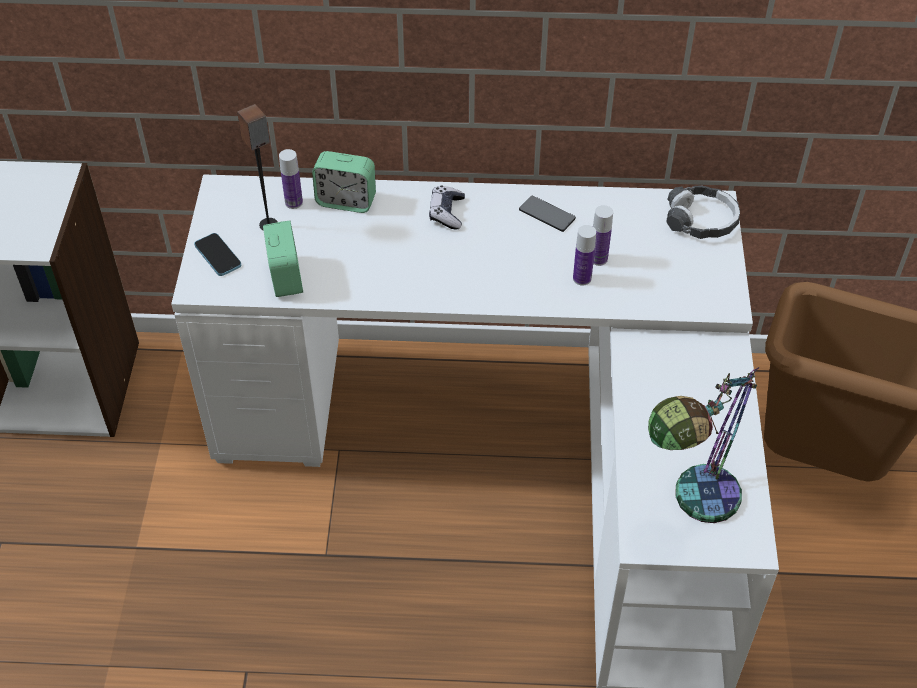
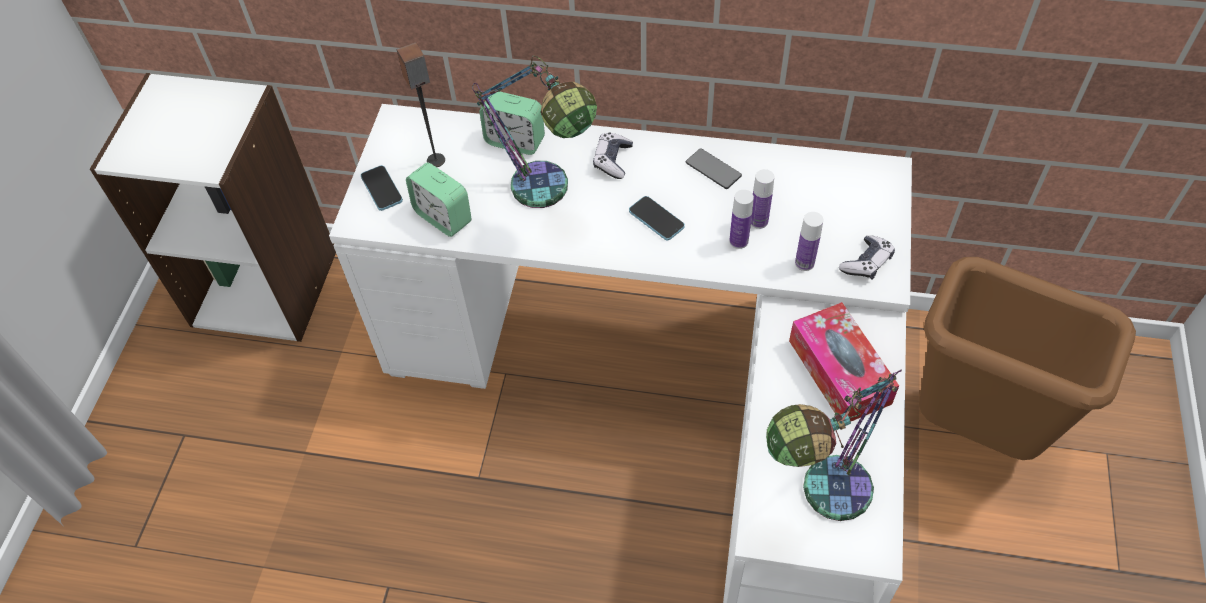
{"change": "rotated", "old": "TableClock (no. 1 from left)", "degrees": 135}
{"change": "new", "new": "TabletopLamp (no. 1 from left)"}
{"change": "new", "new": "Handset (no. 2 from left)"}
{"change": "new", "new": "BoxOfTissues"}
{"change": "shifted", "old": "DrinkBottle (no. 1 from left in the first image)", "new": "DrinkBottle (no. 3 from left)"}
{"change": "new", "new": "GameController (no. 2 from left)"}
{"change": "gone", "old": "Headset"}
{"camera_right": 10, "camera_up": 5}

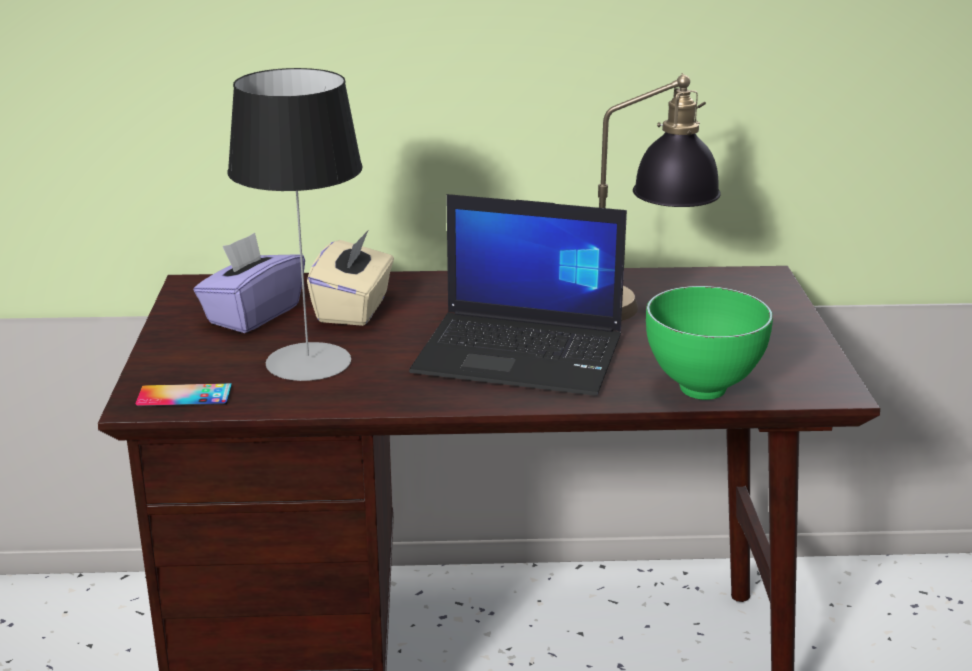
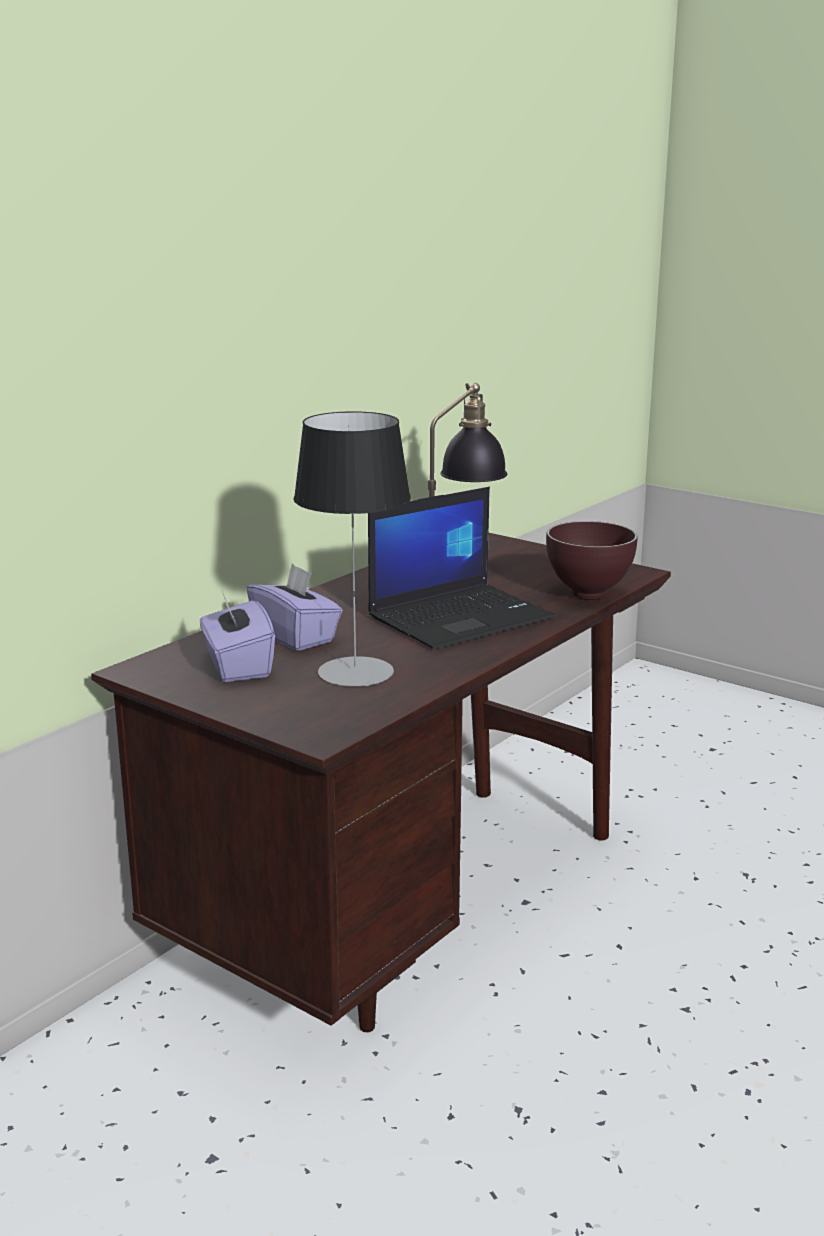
{"change": "repainted", "old": "SandColouredBoxOfTissues", "new": "PurpleBoxOfTissues (no. 2 from left)"}
{"change": "repainted", "old": "GreenColouredDeepDish", "new": "BrownColouredDeepDish"}
{"change": "gone", "old": "Handset"}
{"camera_right": -50, "camera_up": -5}

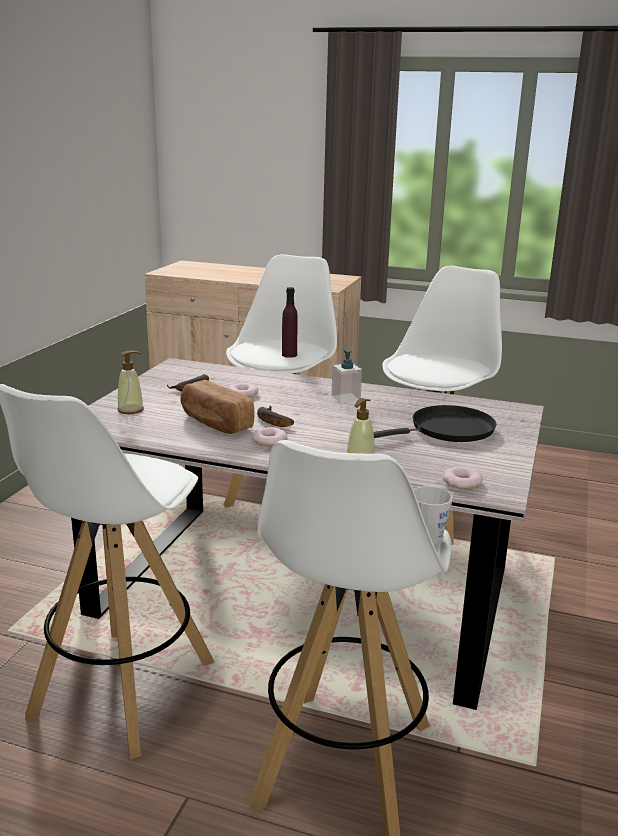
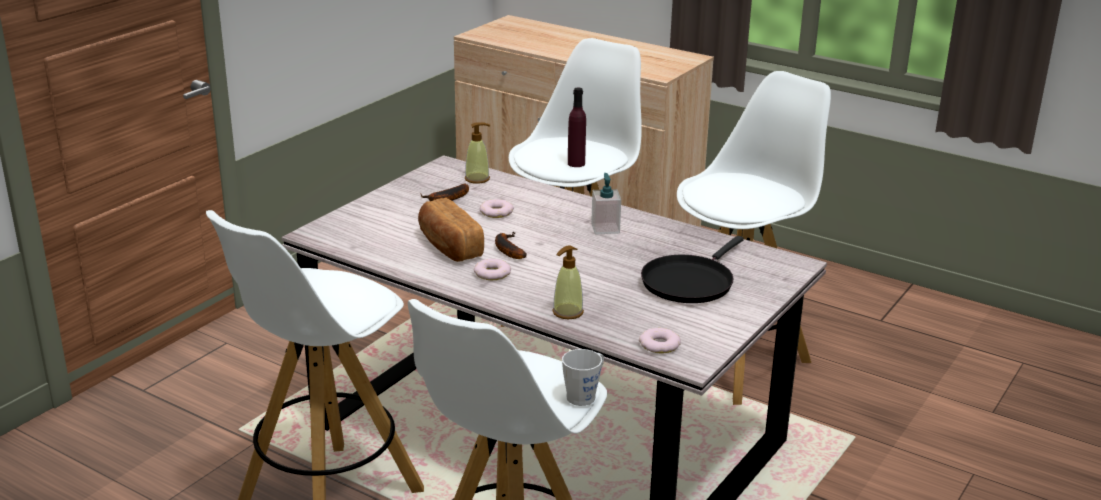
{"change": "shifted", "old": "SoapDispenser (no. 1 from left)"}
{"change": "rotated", "old": "BlackFryingPan", "degrees": 135}
{"camera_right": 15, "camera_up": 5}

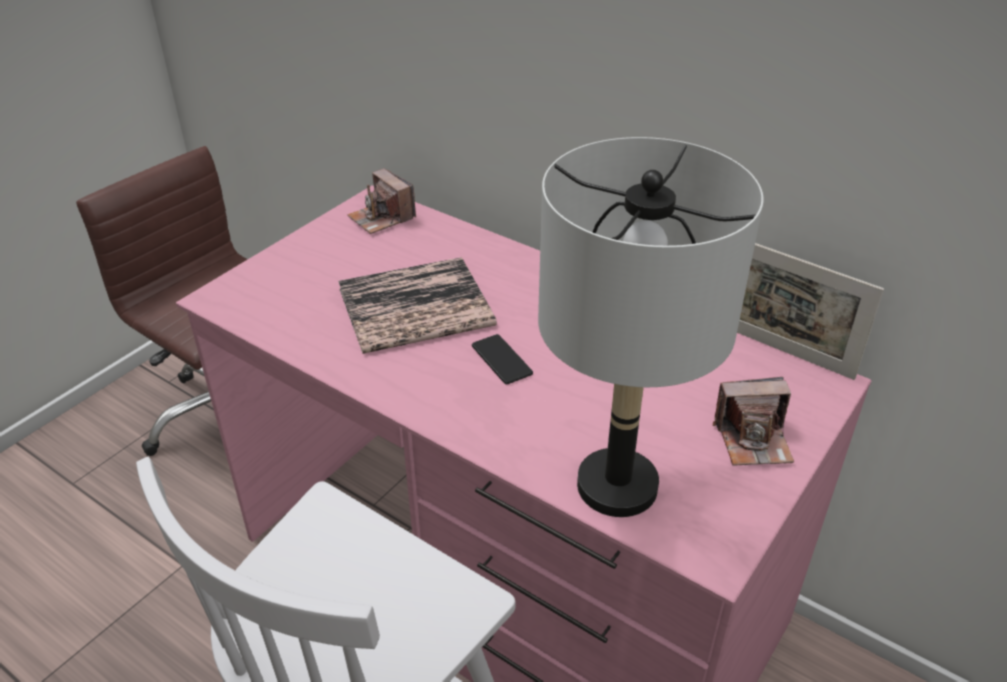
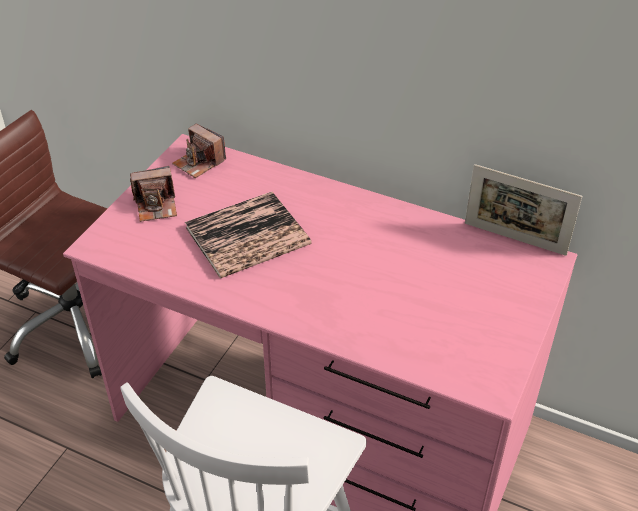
{"change": "shifted", "old": "StillCamera (no. 2 from left in the first image)", "new": "StillCamera (no. 1 from left)"}
{"change": "gone", "old": "Handset"}
{"change": "gone", "old": "GreyTabletopLamp"}
{"camera_right": -10, "camera_up": 5}

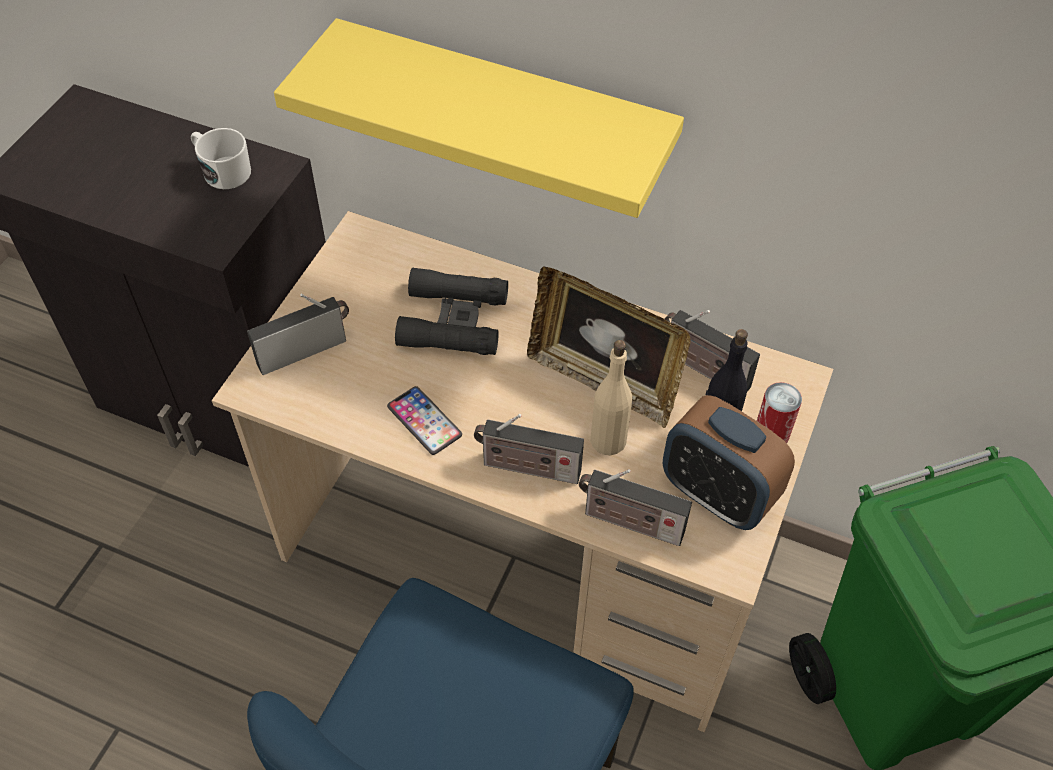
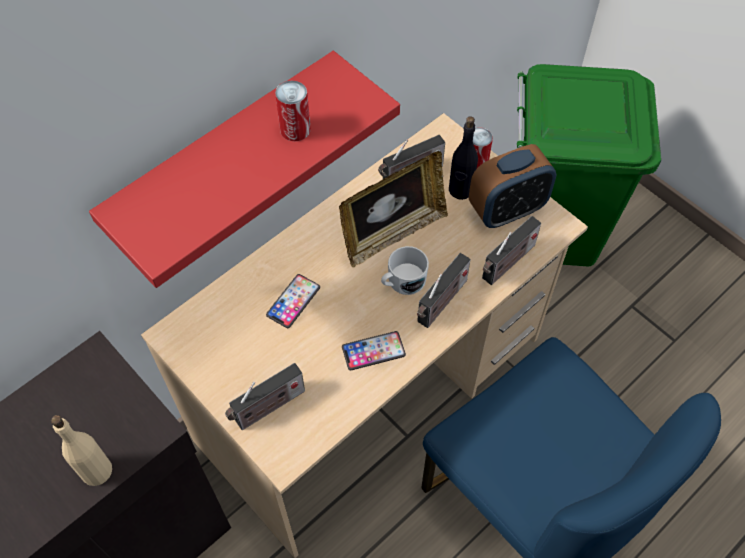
{"change": "shifted", "old": "SandColouredDrinkBottle"}
{"change": "repainted", "old": "YellowWallShelf", "new": "ReddishWallShelf"}
{"change": "rotated", "old": "RadioSet (no. 1 from left)", "degrees": -120}
{"change": "swapped", "old": "BlackPairOfBinoculars", "new": "Handset (no. 1 from left)"}
{"change": "new", "new": "Can (no. 1 from left)"}
{"change": "shifted", "old": "WhiteCoffeeMug"}
{"camera_right": -65, "camera_up": 5}

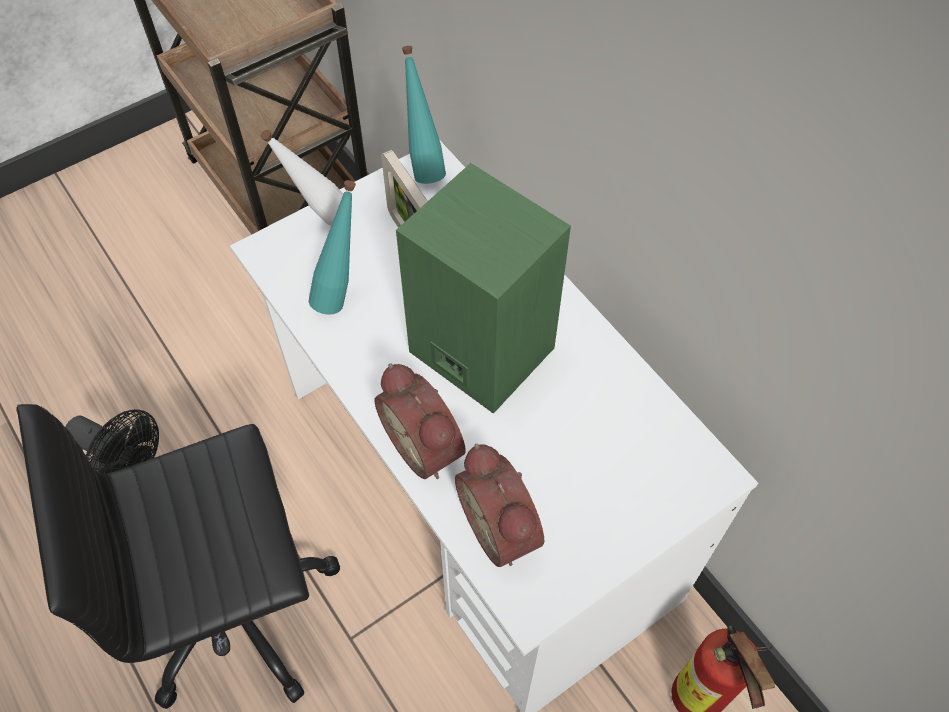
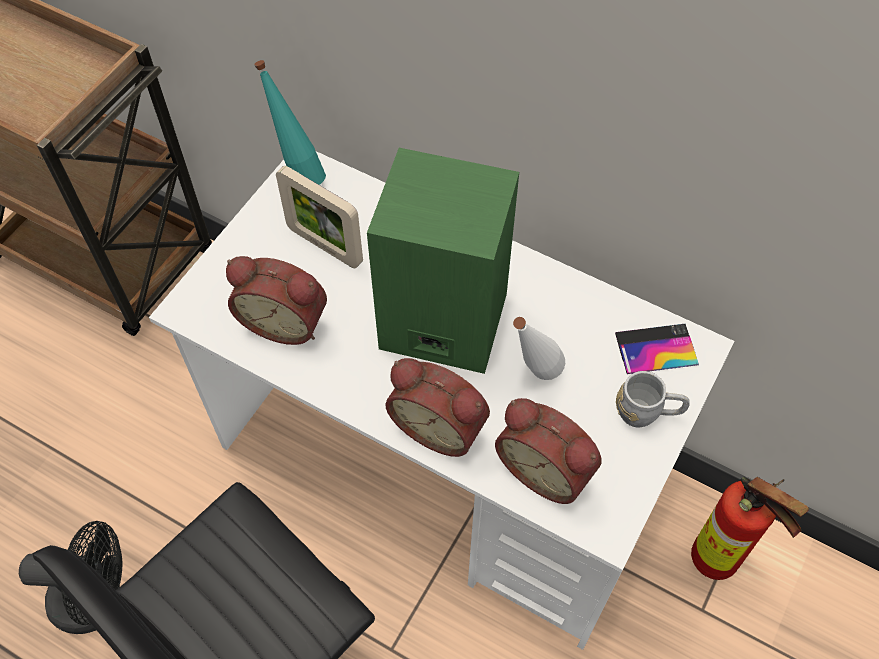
{"change": "swapped", "old": "TurquoiseDrinkBottle (no. 1 from left)", "new": "TableClock (no. 1 from left)"}
{"change": "shifted", "old": "WhiteDrinkBottle"}
{"change": "new", "new": "Handset"}
{"change": "new", "new": "GreyCoffeeMug"}
{"camera_right": -25, "camera_up": 0}

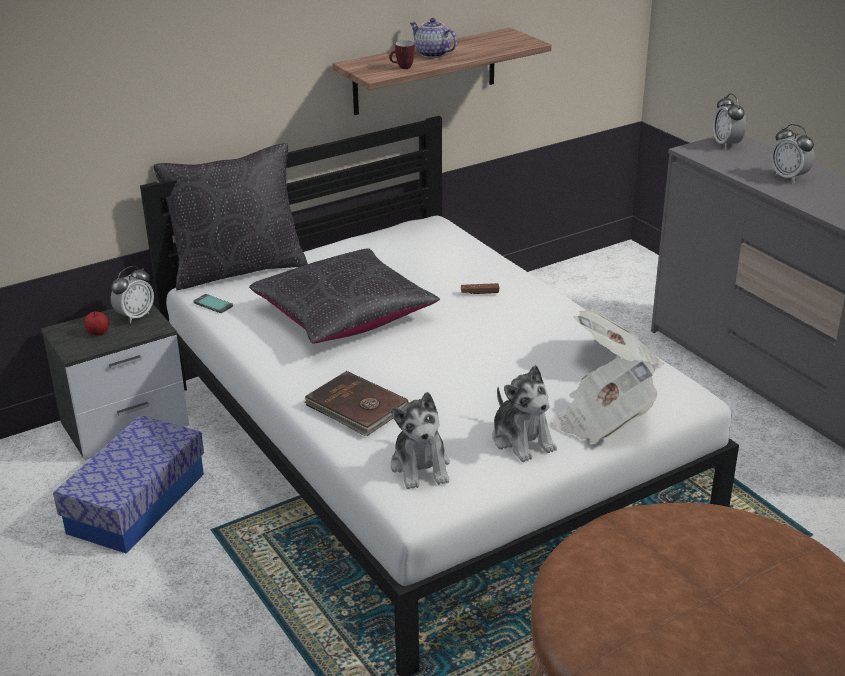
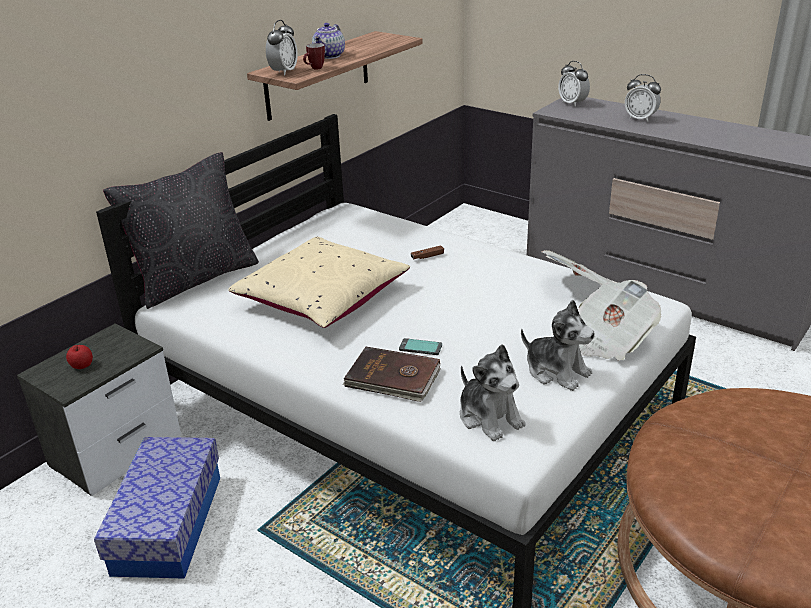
{"change": "repainted", "old": "BlackThrowPillow (no. 2 from left)", "new": "SandColouredThrowPillow"}
{"change": "shifted", "old": "TableClock (no. 1 from left)"}
{"change": "rotated", "old": "Teapot", "degrees": -90}
{"change": "shifted", "old": "Handset"}
{"camera_right": -20, "camera_up": 0}

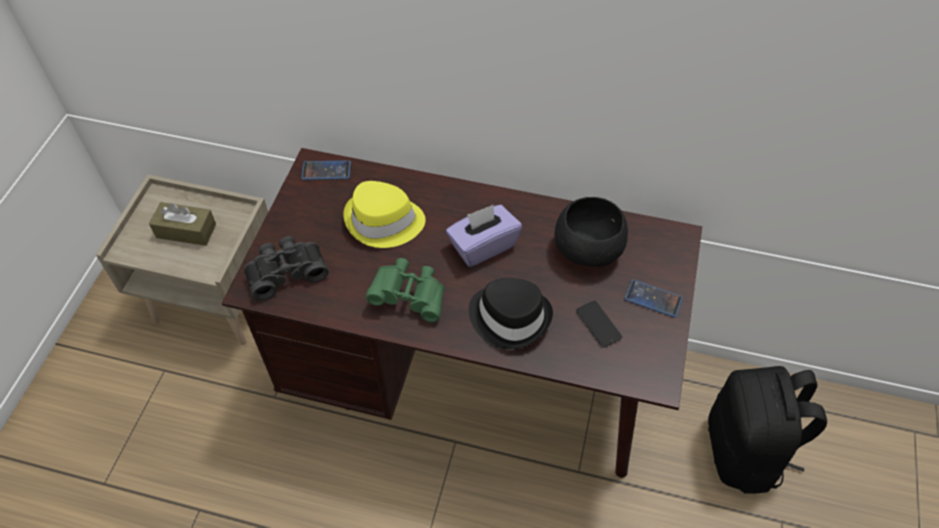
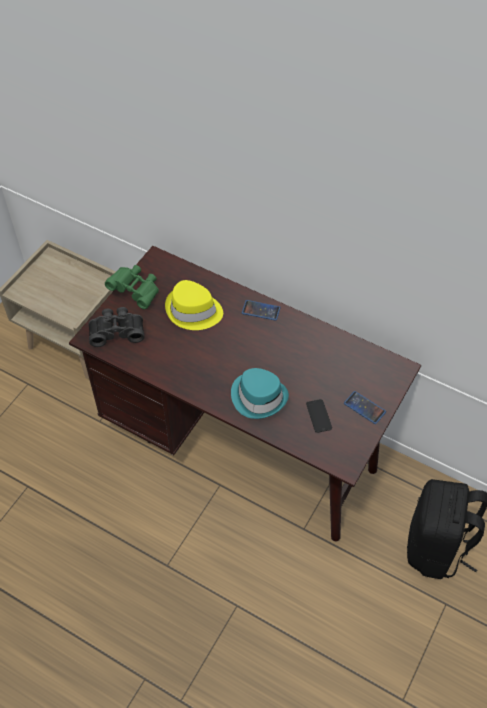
{"change": "shifted", "old": "GreenColouredPairOfBinoculars"}
{"change": "repainted", "old": "BlackHat", "new": "TurquoiseHat"}
{"change": "shifted", "old": "Handset (no. 1 from left)"}
{"change": "gone", "old": "BrownColouredBoxOfTissues"}
{"change": "gone", "old": "PurpleBoxOfTissues"}
{"change": "gone", "old": "BlackDeepDish"}
{"camera_right": 15, "camera_up": 0}

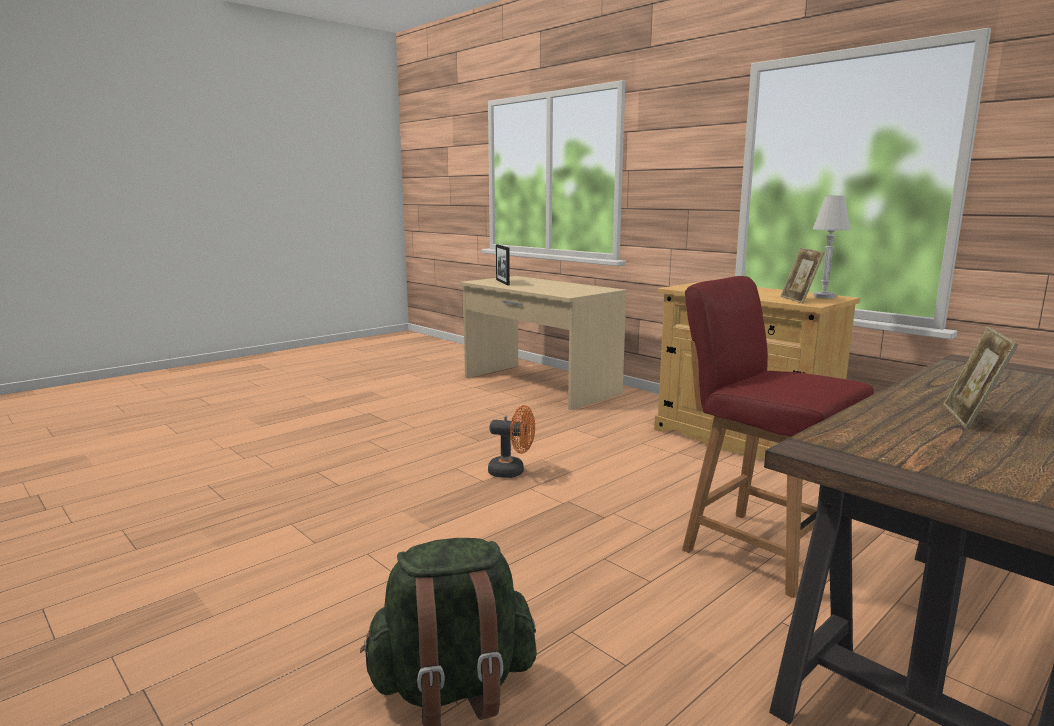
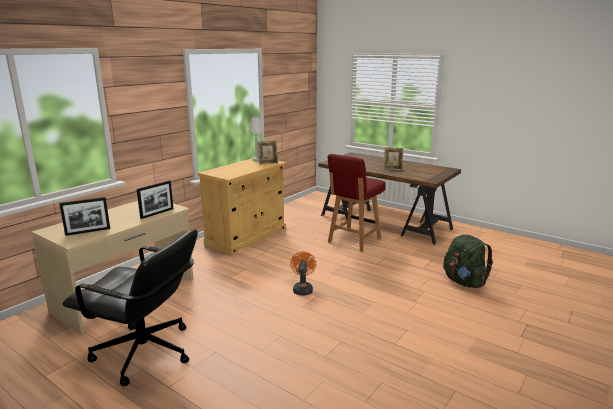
{"change": "new", "new": "BlackDeskChair"}
{"change": "new", "new": "PictureFrame (no. 2 from left)"}
{"camera_right": -100, "camera_up": 5}

